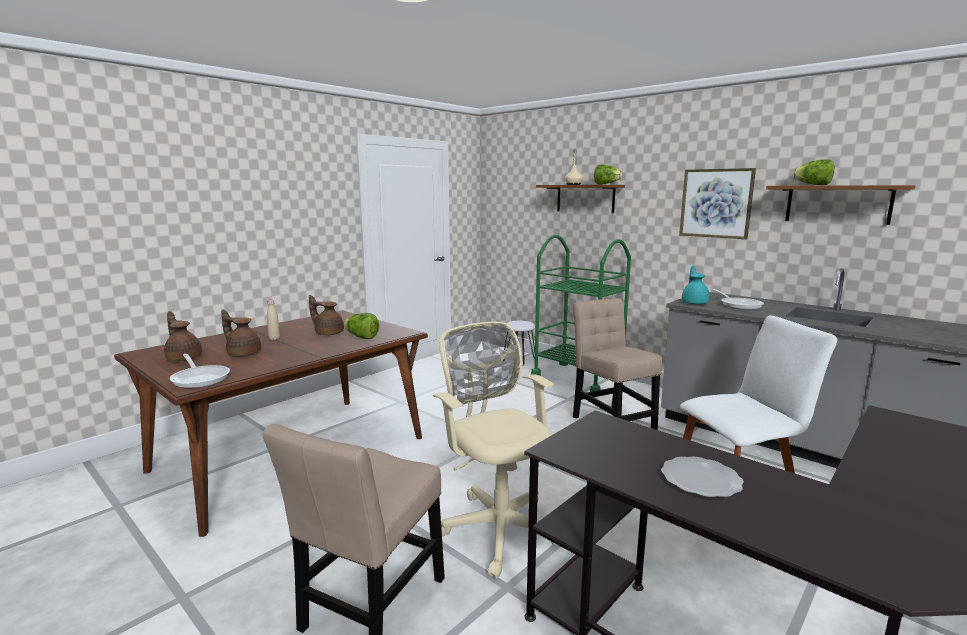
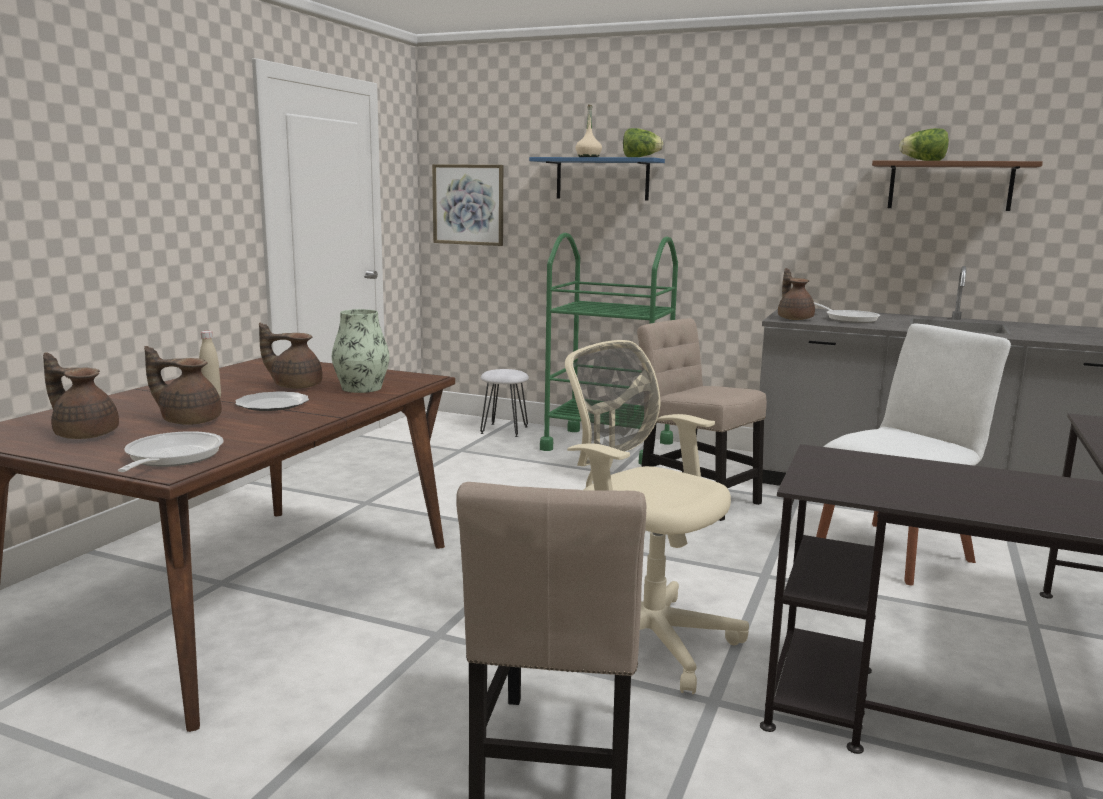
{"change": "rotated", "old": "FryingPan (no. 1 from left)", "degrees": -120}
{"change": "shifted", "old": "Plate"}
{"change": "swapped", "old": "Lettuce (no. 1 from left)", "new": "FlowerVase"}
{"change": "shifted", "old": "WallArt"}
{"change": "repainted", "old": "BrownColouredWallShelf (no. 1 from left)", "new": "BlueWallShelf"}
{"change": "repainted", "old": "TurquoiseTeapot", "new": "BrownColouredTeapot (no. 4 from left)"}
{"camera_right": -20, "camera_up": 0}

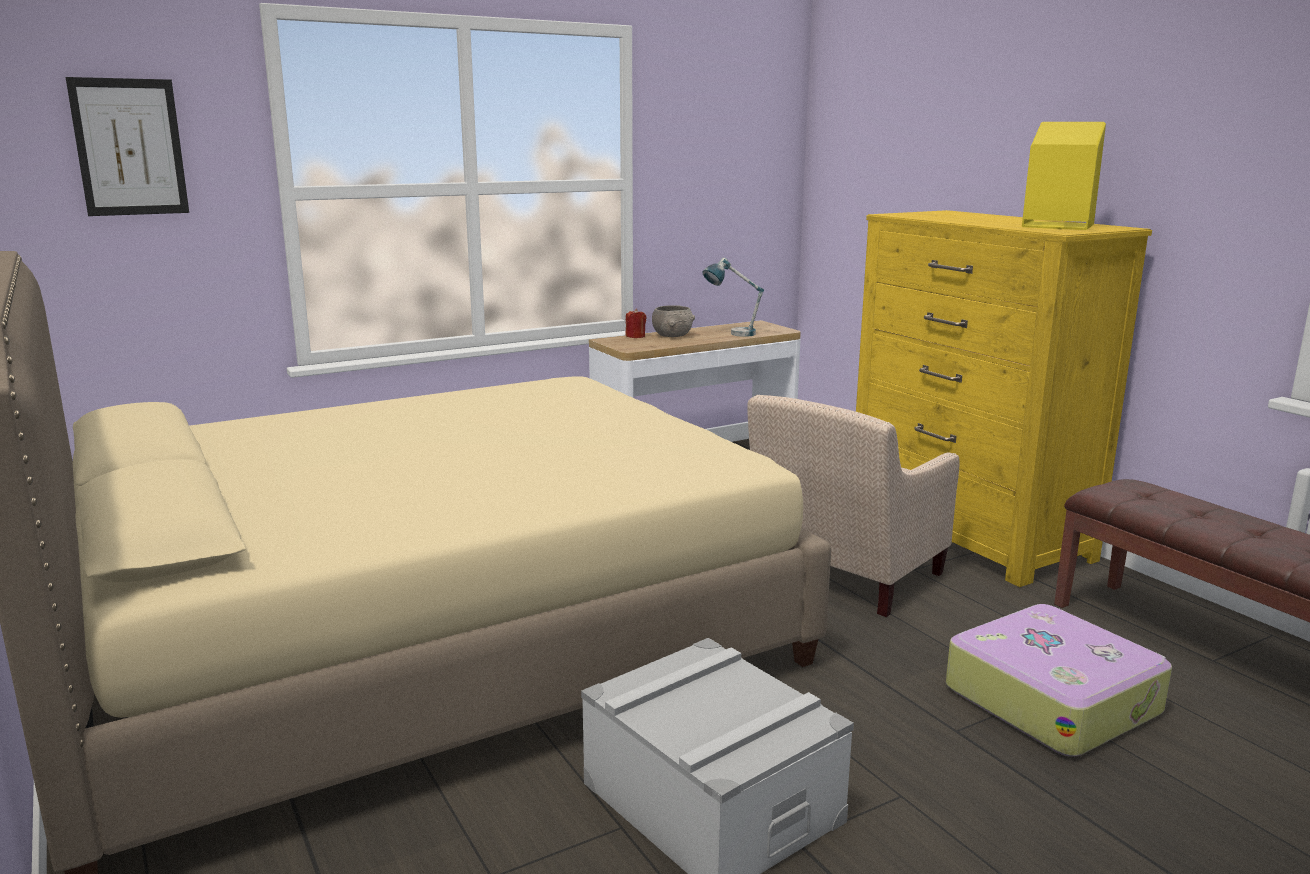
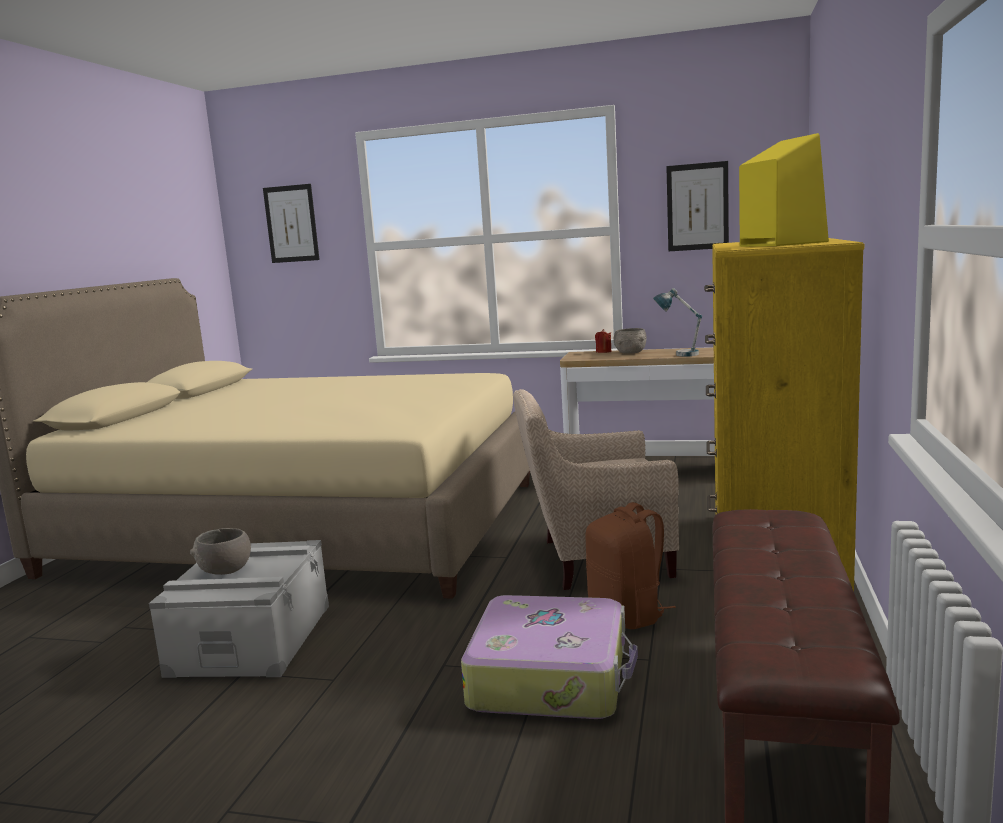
{"change": "new", "new": "GreyDeepDish (no. 1 from left)"}
{"change": "new", "new": "BrownColouredRucksack"}
{"change": "new", "new": "WallArt (no. 2 from left)"}
{"camera_right": 45, "camera_up": -5}

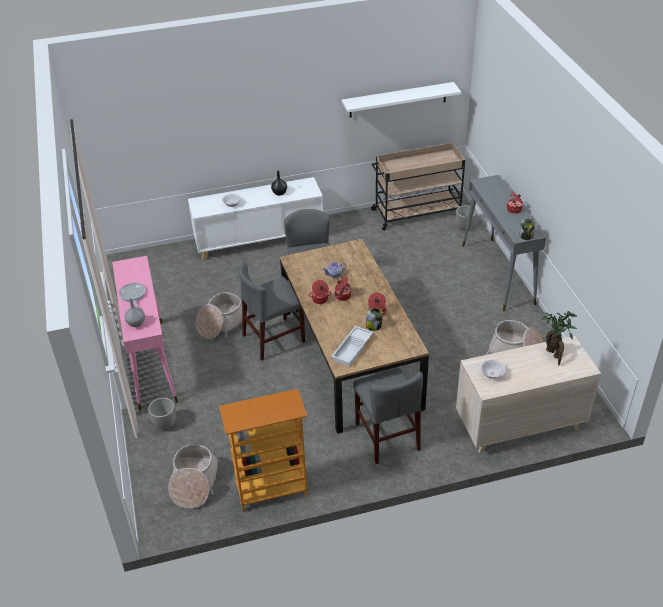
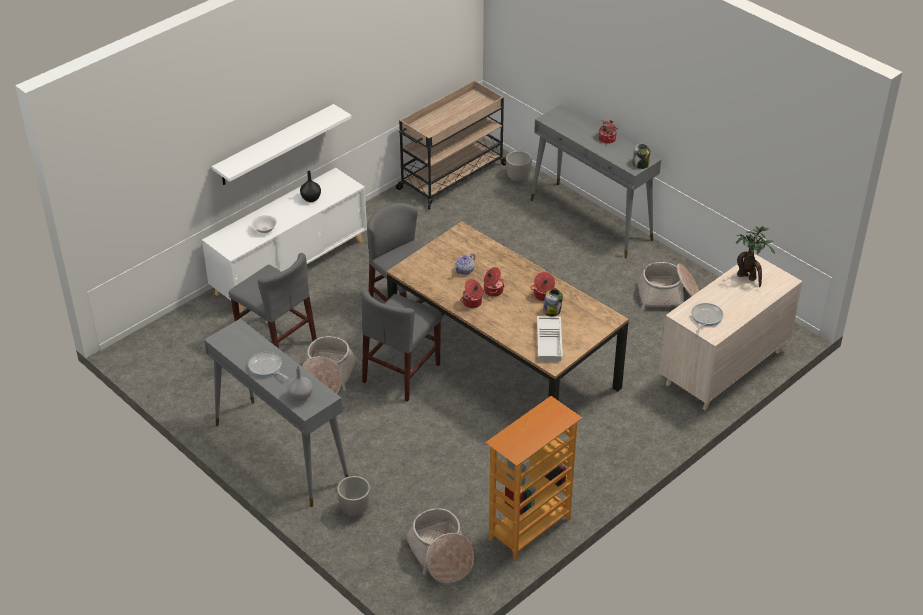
{"change": "repainted", "old": "PinkHallTable", "new": "GreyHallTable (no. 1 from left)"}
{"change": "shifted", "old": "WhiteWallShelf"}
{"change": "shifted", "old": "GreyChair (no. 3 from left in the first image)", "new": "GreyChair (no. 1 from left)"}
{"change": "swapped", "old": "WhiteDeepDish (no. 2 from left)", "new": "FryingPan (no. 2 from left)"}
{"camera_right": -30, "camera_up": 0}

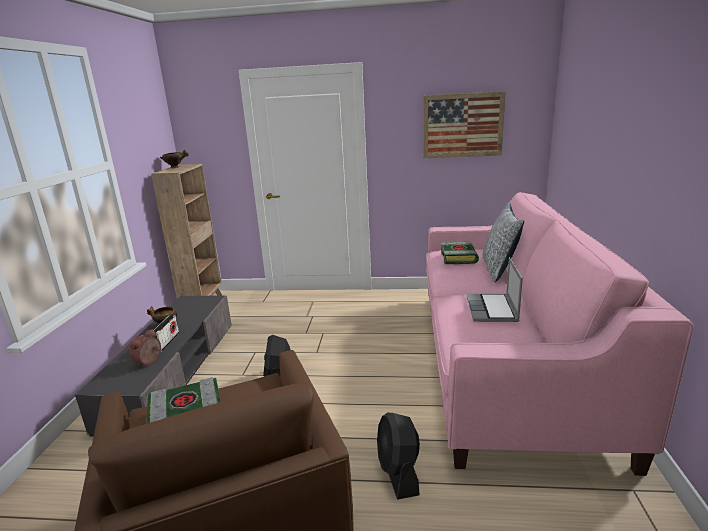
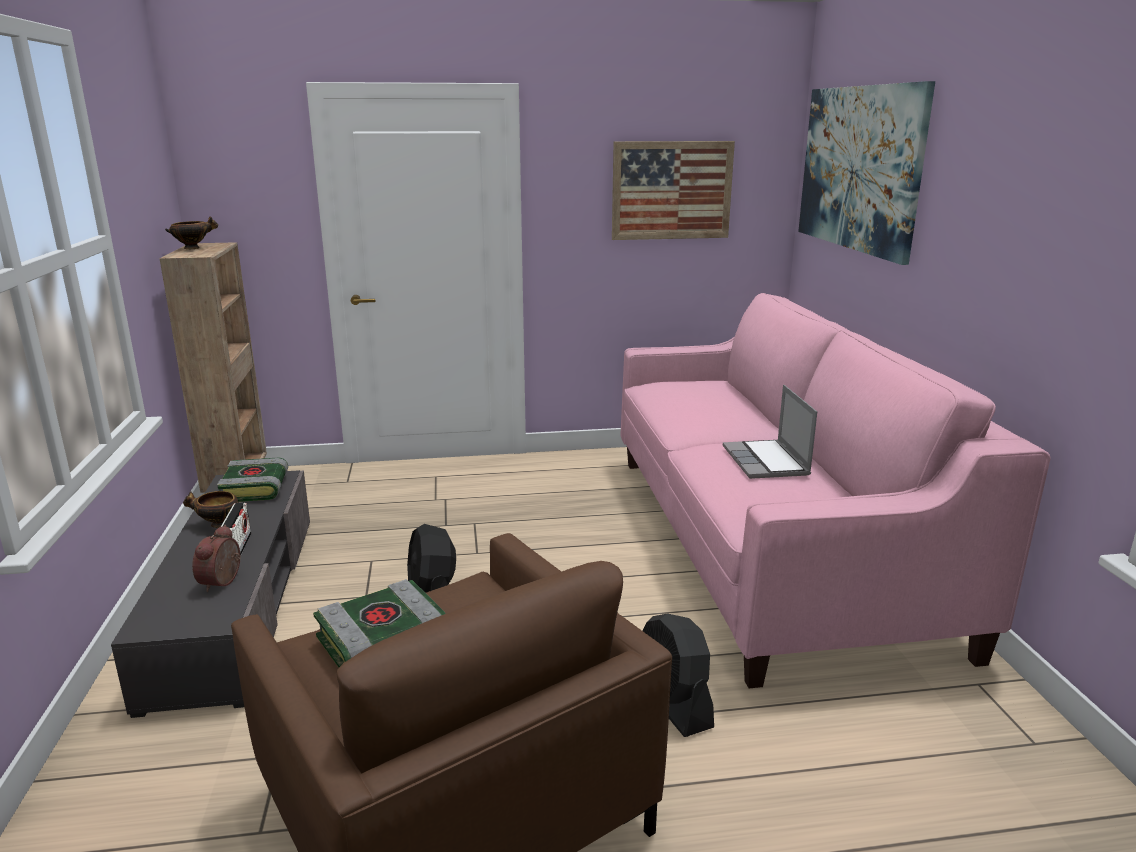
{"change": "shifted", "old": "Volume (no. 2 from left in the first image)", "new": "Volume (no. 1 from left)"}
{"change": "new", "new": "WallArt (no. 2 from left)"}
{"change": "gone", "old": "ThrowPillow"}
{"camera_right": -15, "camera_up": 0}

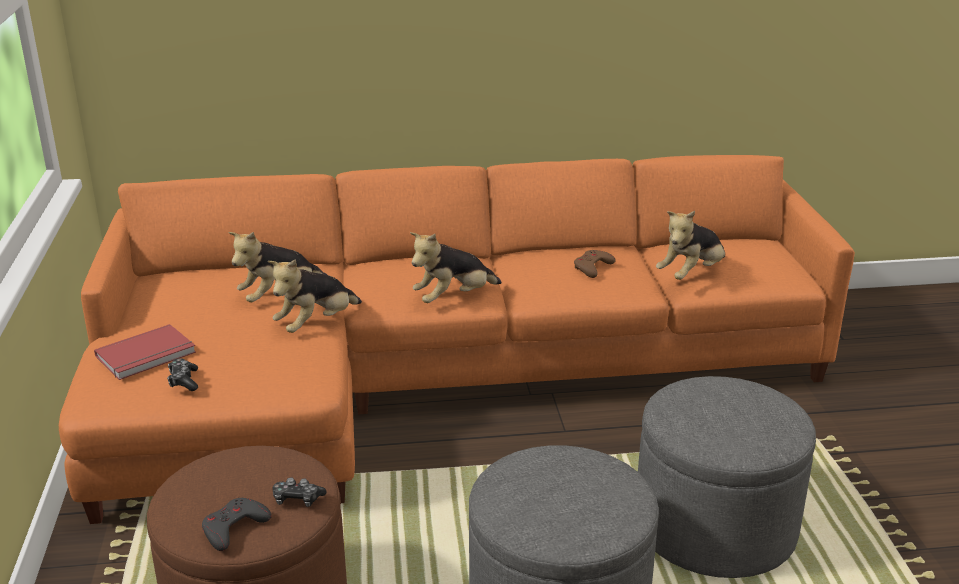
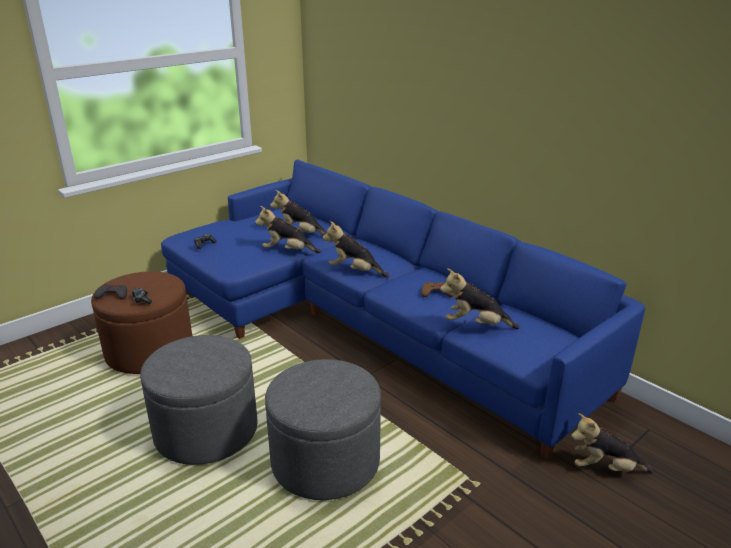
{"change": "repainted", "old": "OrangeySofa", "new": "BlueSofa"}
{"change": "new", "new": "PlushToy (no. 5 from left)"}
{"change": "gone", "old": "ReddishVolume"}
{"camera_right": 55, "camera_up": 0}

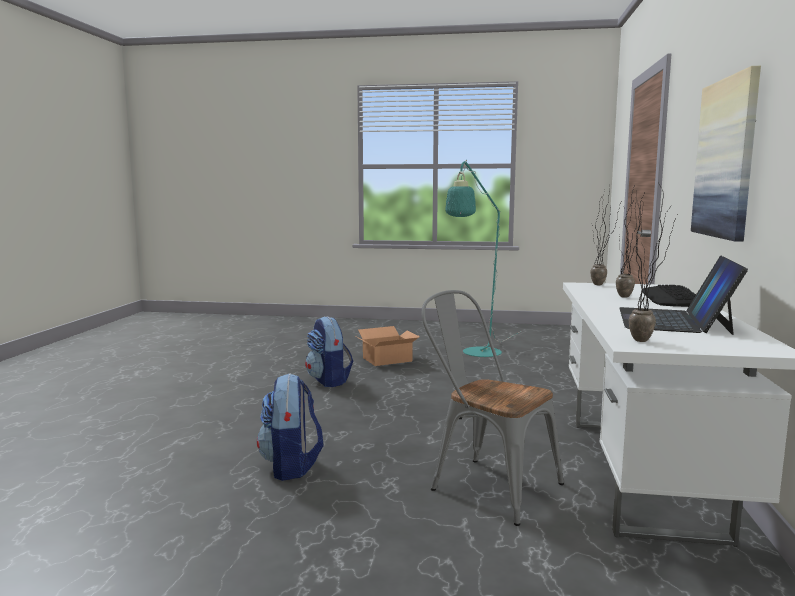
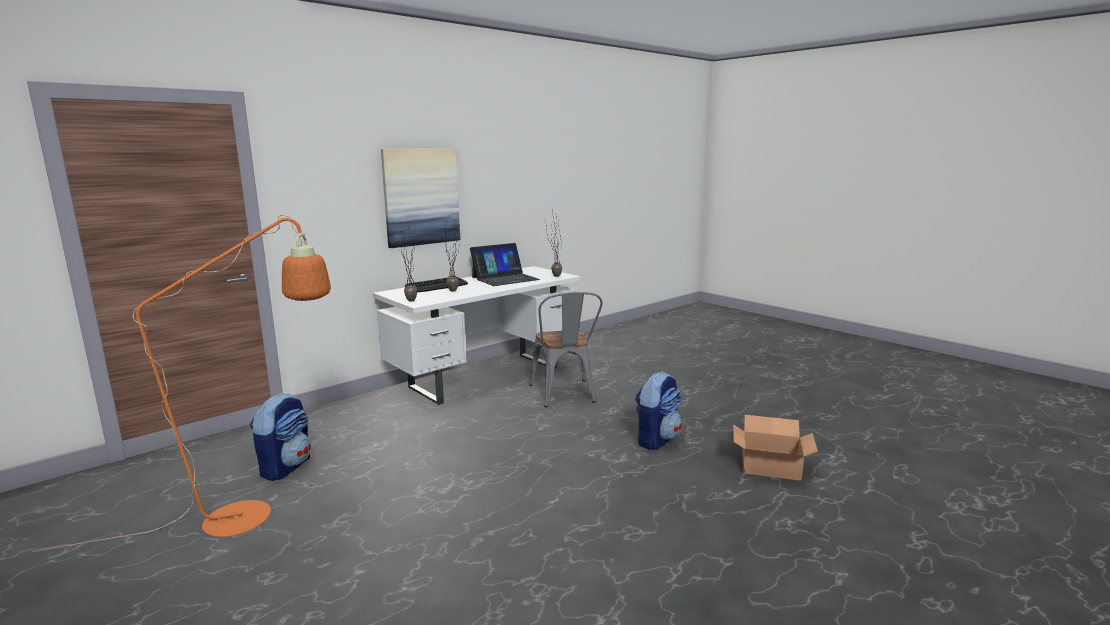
{"change": "repainted", "old": "TurquoiseFloorLamp", "new": "OrangeyFloorLamp"}
{"change": "shifted", "old": "Rucksack (no. 2 from left in the first image)", "new": "Rucksack (no. 1 from left)"}
{"change": "shifted", "old": "CardboardBox"}
{"camera_right": -140, "camera_up": 5}

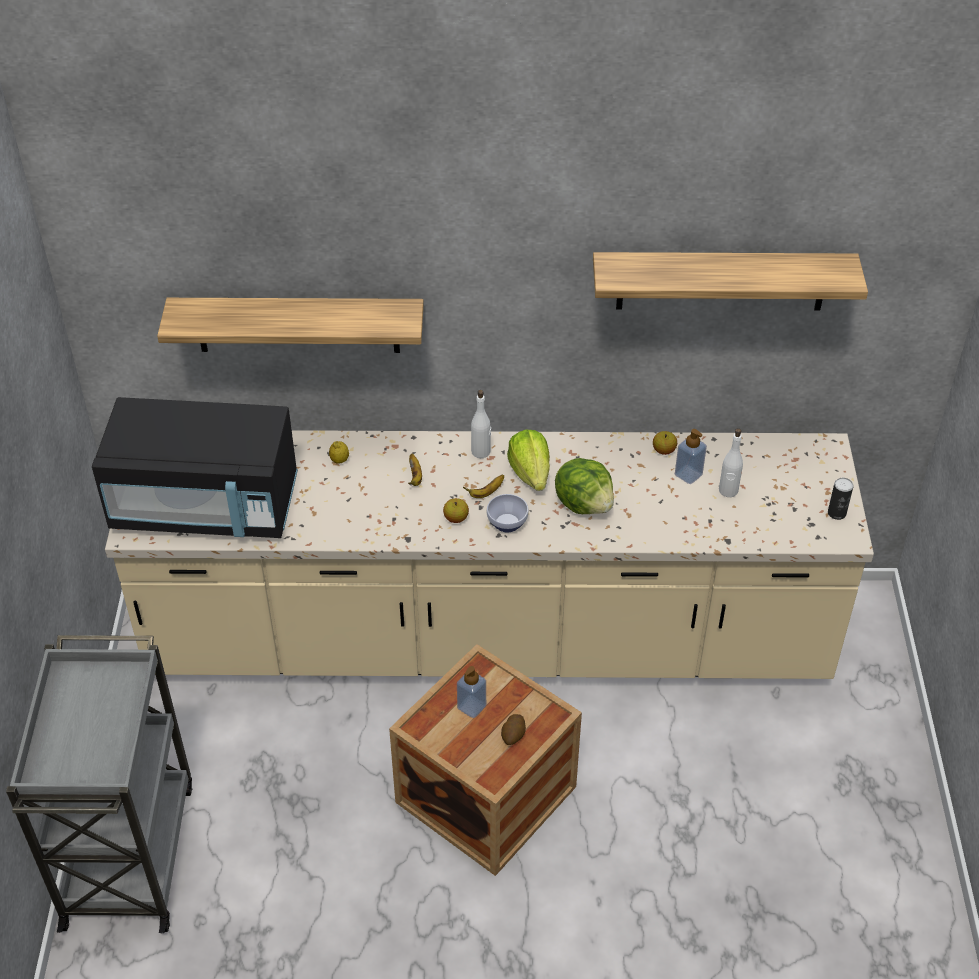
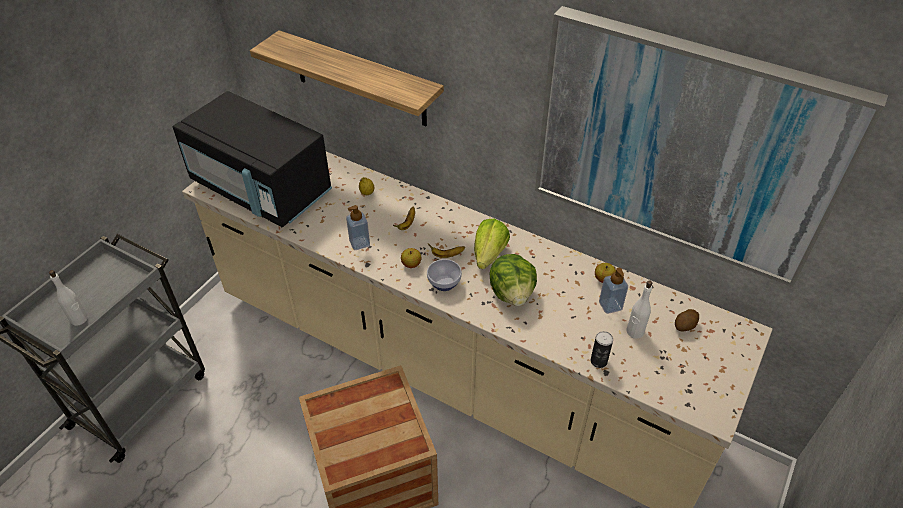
{"change": "shifted", "old": "WhiteDrinkBottle (no. 1 from left)"}
{"change": "shifted", "old": "SoapDispenser (no. 1 from left)"}
{"change": "swapped", "old": "WallShelf (no. 2 from left)", "new": "WallArt"}
{"change": "shifted", "old": "Can"}
{"change": "shifted", "old": "WholePotato"}
{"camera_right": 30, "camera_up": 0}

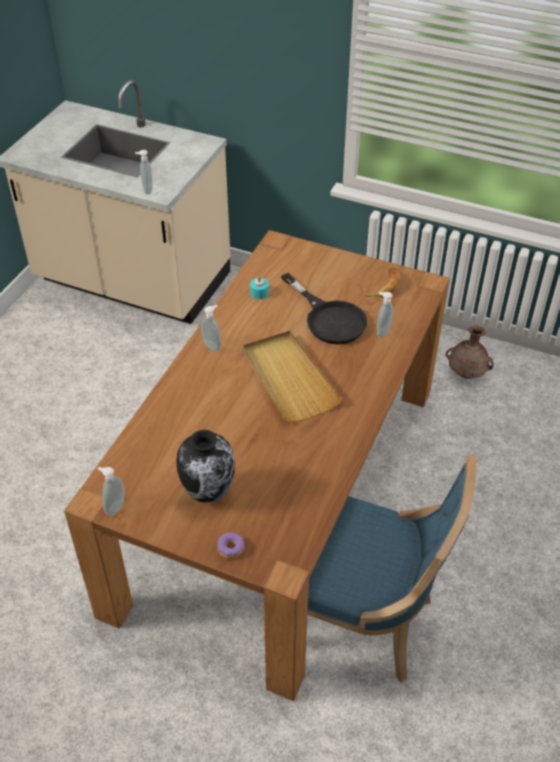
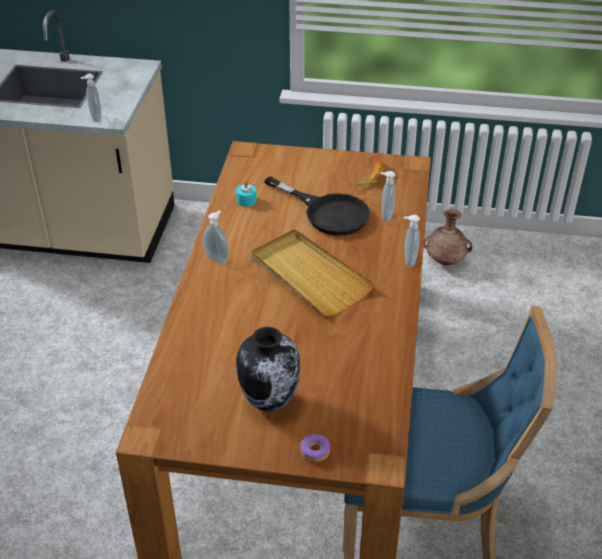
{"change": "shifted", "old": "SoapDispenser (no. 1 from left in the first image)", "new": "SoapDispenser (no. 4 from left)"}
{"camera_right": -15, "camera_up": -5}

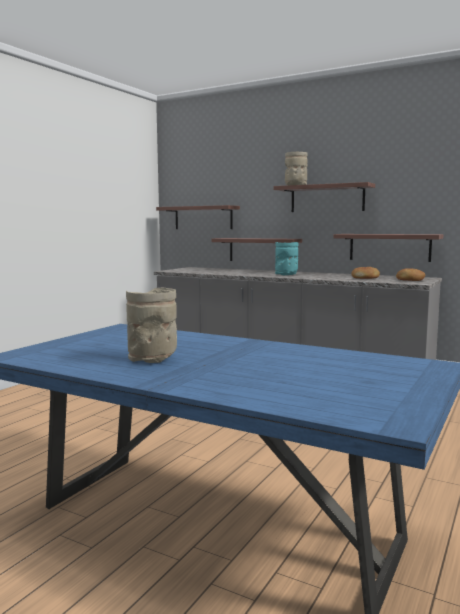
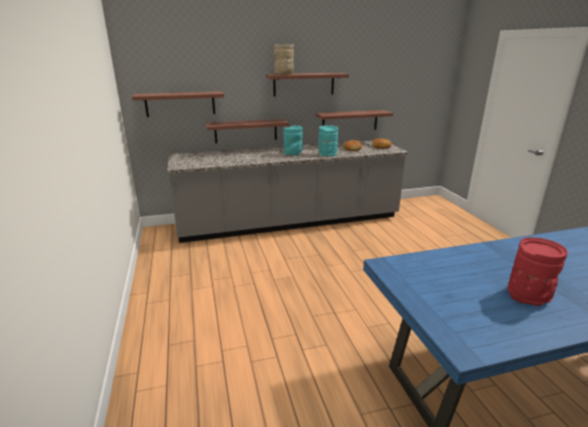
{"change": "new", "new": "TurquoiseFlowerVase (no. 2 from left)"}
{"change": "repainted", "old": "SandColouredFlowerVase (no. 1 from left)", "new": "ReddishFlowerVase"}
{"camera_right": -45, "camera_up": 15}

